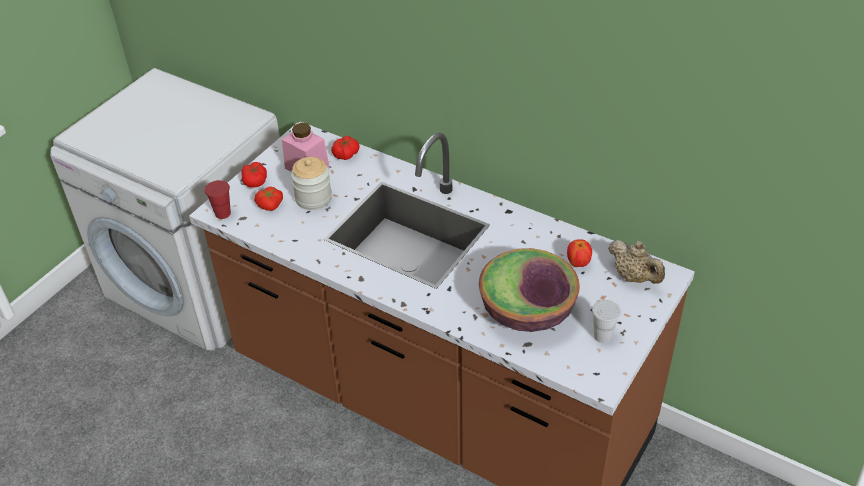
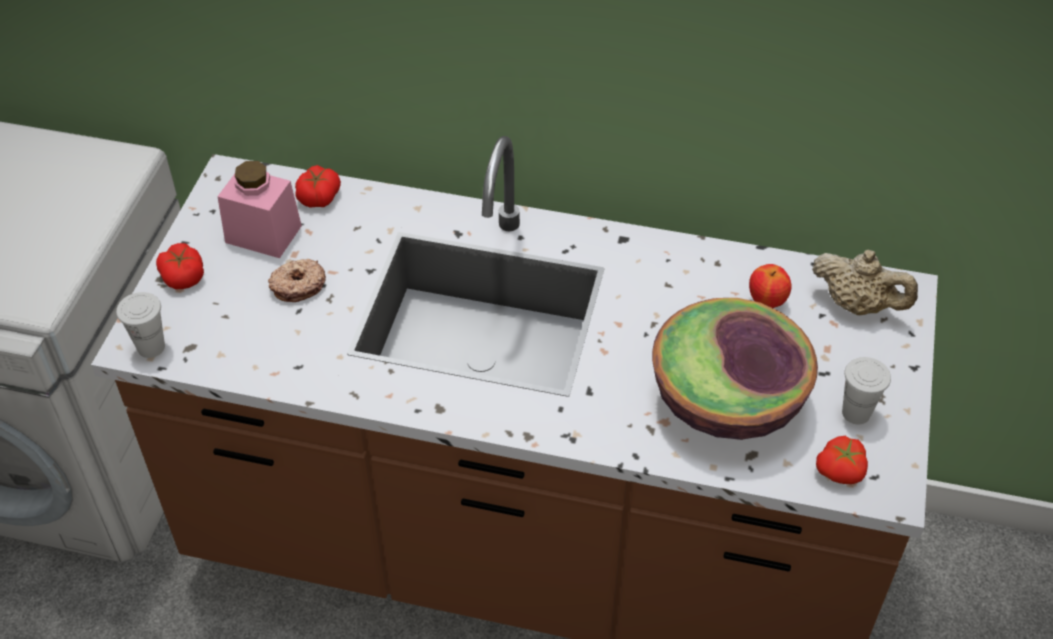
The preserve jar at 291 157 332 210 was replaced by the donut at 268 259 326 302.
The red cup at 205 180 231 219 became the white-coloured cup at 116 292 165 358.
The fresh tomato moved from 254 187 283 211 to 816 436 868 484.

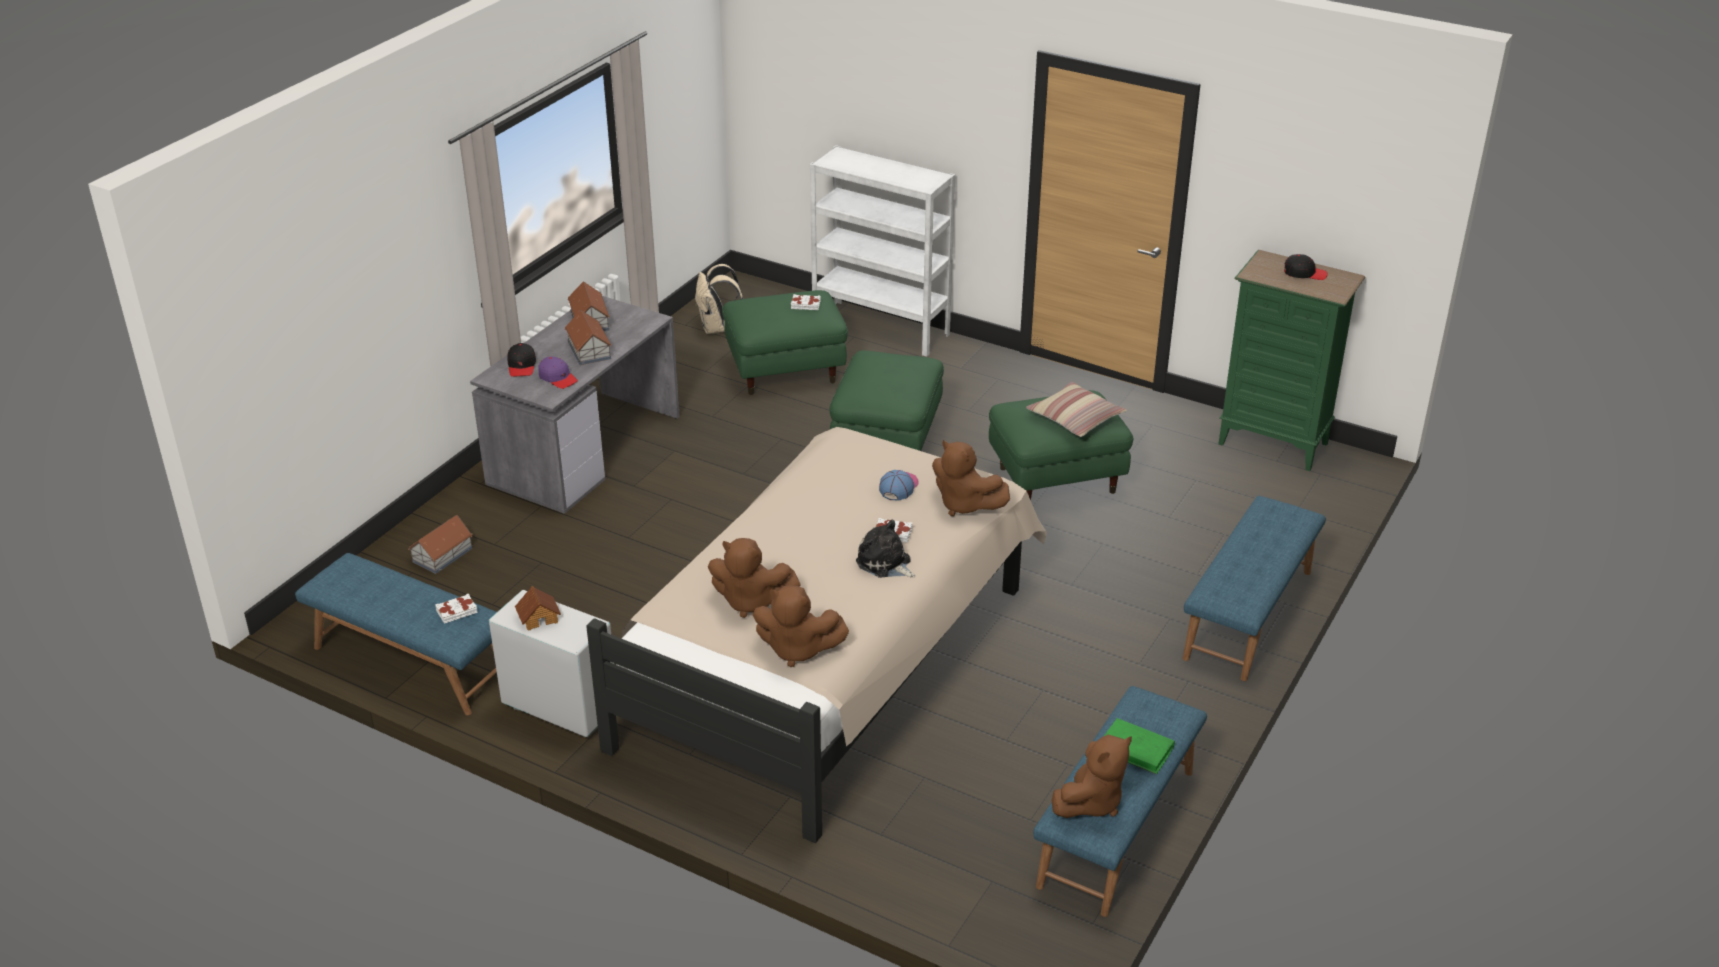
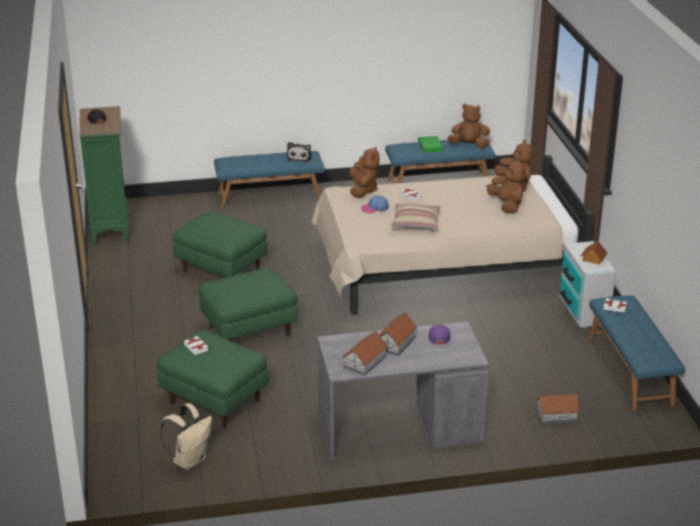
The white-coloured bookcase at 810 145 955 357 disappeared.
The blackish peaked cap at 507 343 536 377 disappeared.
The pillow moved from 1026 382 1127 437 to 391 204 440 229.
The cuddly toy moved from 856 520 916 578 to 287 142 311 162.

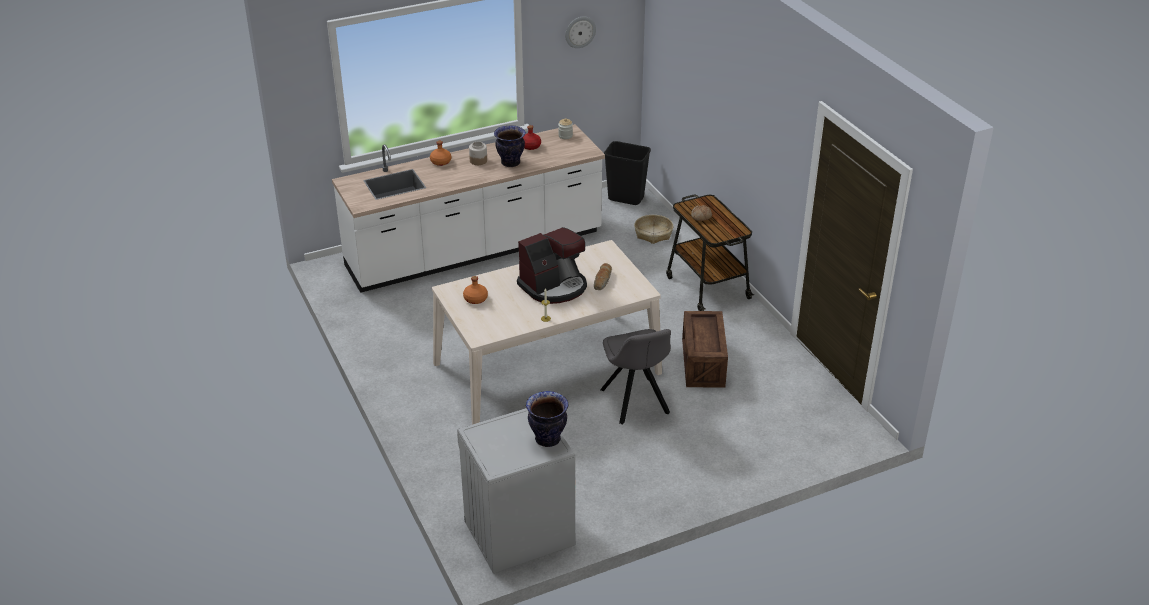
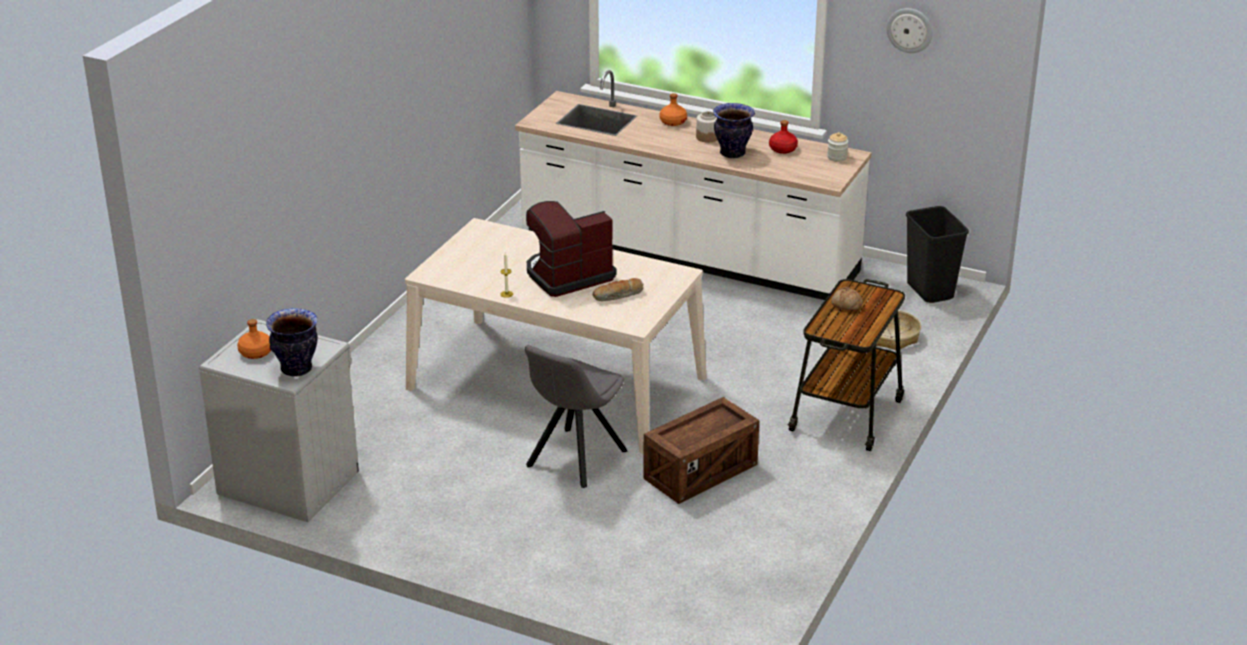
The coffee machine at 517 227 587 304 turned 135 degrees clockwise.
The orange-coloured bottle moved from 463 276 488 304 to 237 319 271 359.

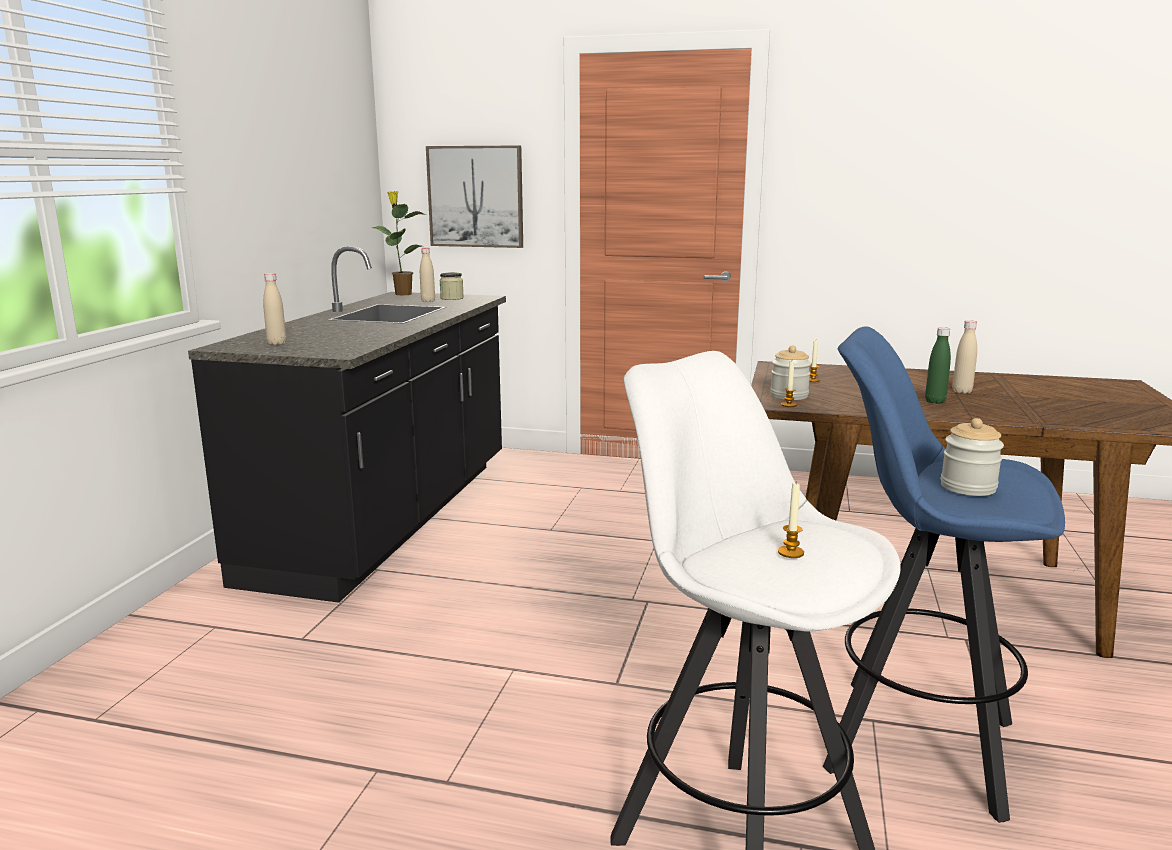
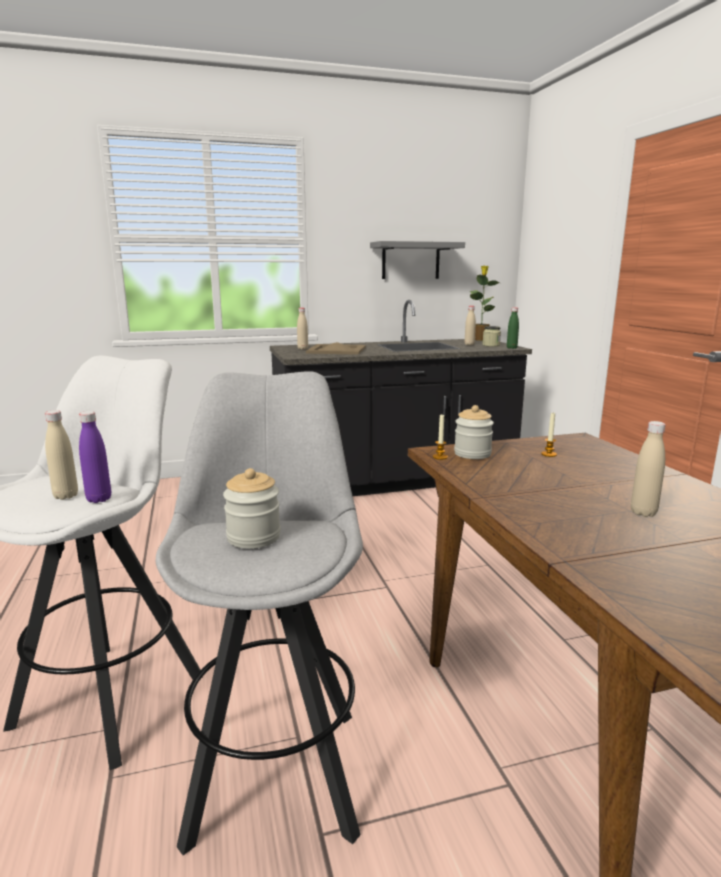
The wall art at 426 145 523 248 disappeared.
The blue-coloured stool at 823 326 1065 823 became the gray stool at 156 371 363 855.
The green-coloured bottle moved from 925 327 951 404 to 507 307 519 349.
The candle at 778 483 804 558 was replaced by the beige bottle at 45 410 78 500.
The gray bracket shelf at 370 241 465 279 appeared.
The beige tray at 306 342 366 355 appeared.
The purple bottle at 79 411 111 503 appeared.

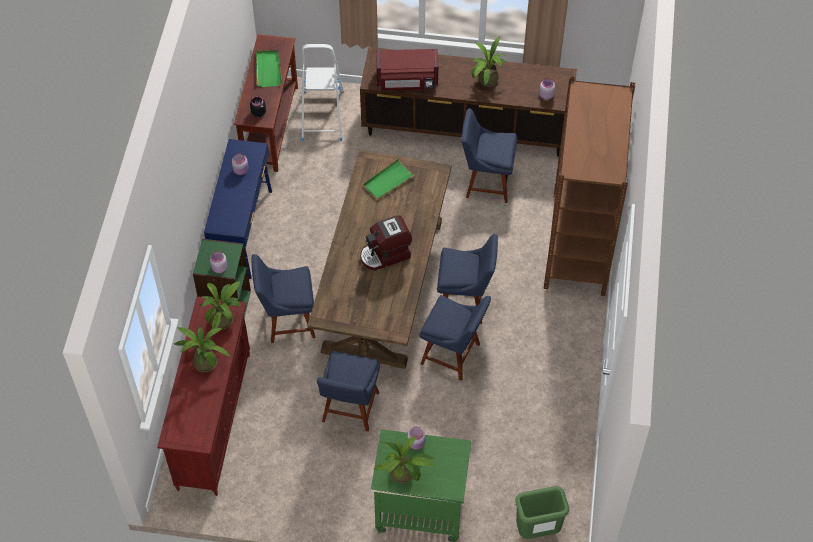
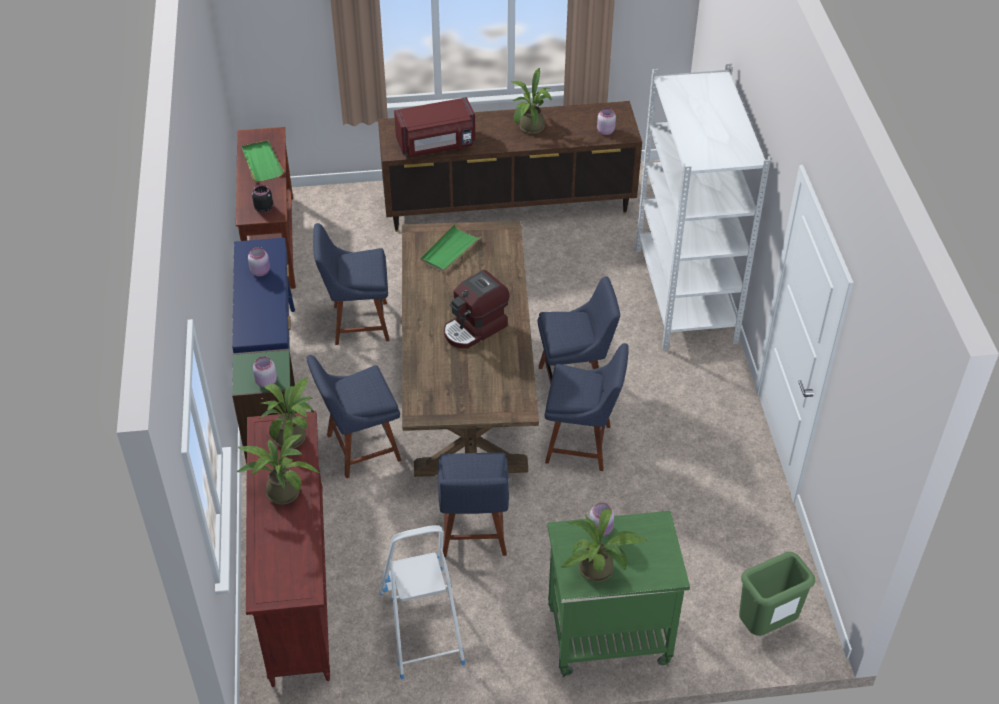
The white-coloured step ladder moved from 301 44 344 141 to 379 525 465 679.
The brown bookcase at 544 76 635 296 became the white-coloured bookcase at 635 64 771 350.
The blue-coloured chair moved from 462 108 517 203 to 313 223 389 345.

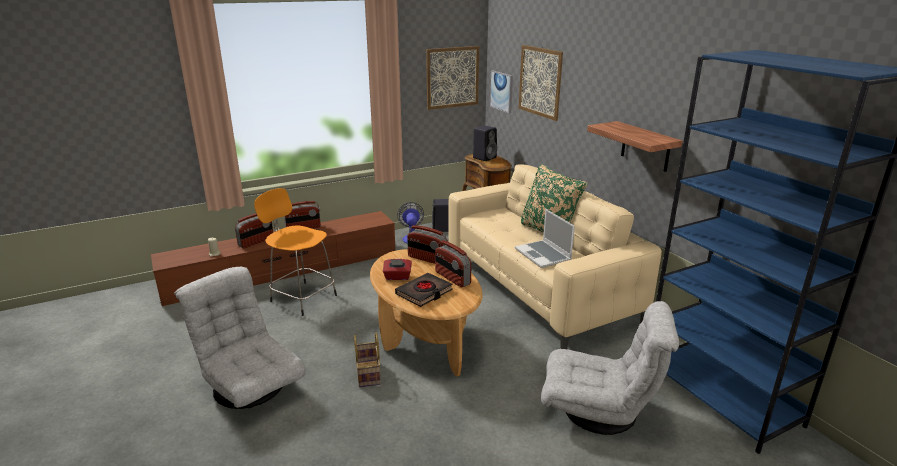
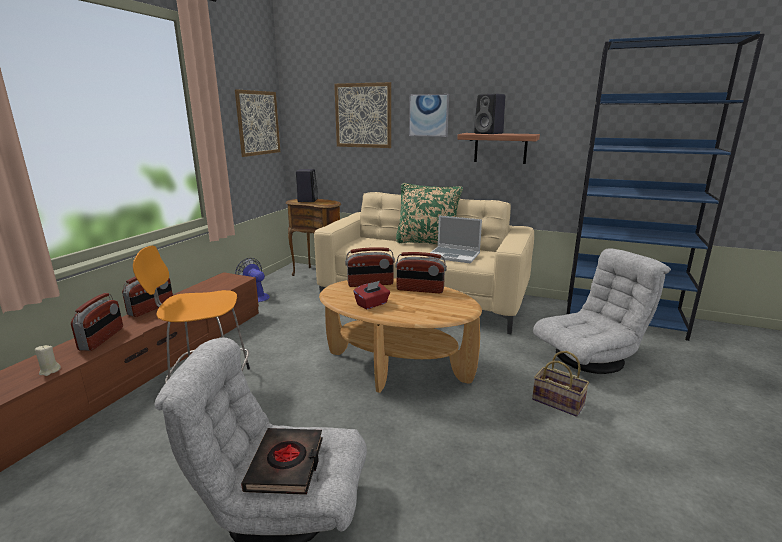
The wall art moved from 490 70 513 114 to 409 94 449 137.
The blackish loudspeaker moved from 432 199 449 232 to 474 94 505 134.
The blackish volume moved from 395 273 453 307 to 241 428 323 495.
The basket moved from 354 332 381 387 to 532 351 589 417.

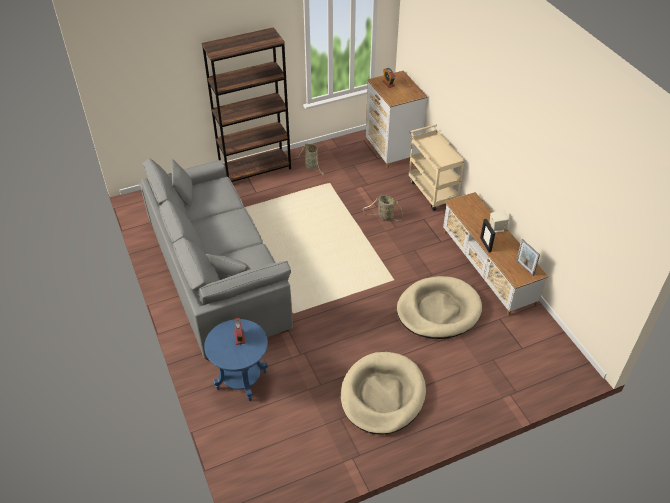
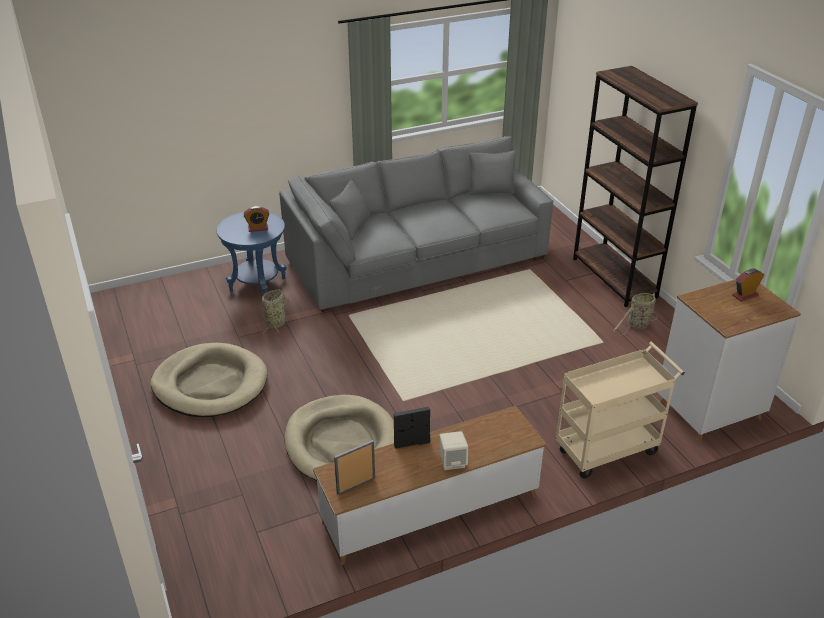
The basket moved from 363 195 403 221 to 262 289 290 335.

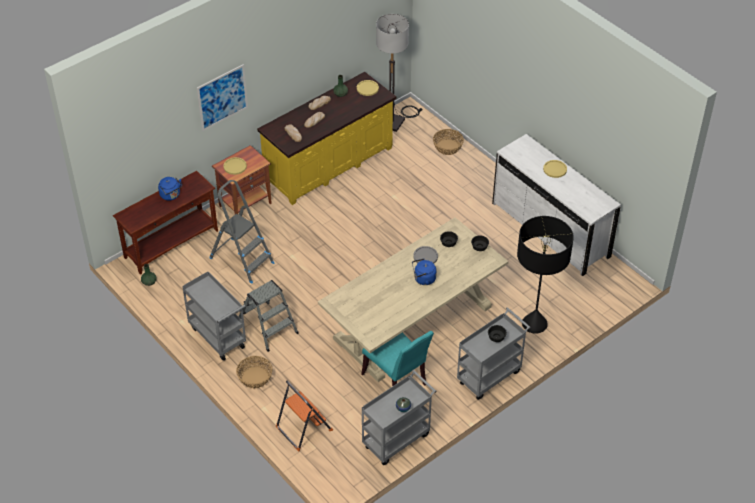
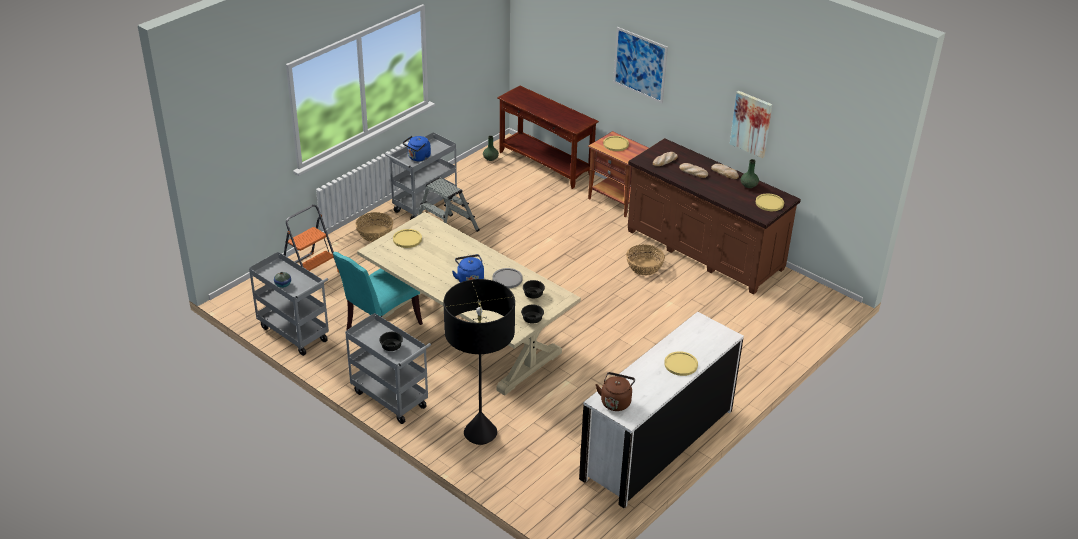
The standard lamp at 376 14 423 132 disappeared.
The yellow cabinet at 257 72 396 205 became the brown cabinet at 628 138 801 294.
The basket moved from 433 129 464 155 to 626 244 665 275.
The blue-coloured tea kettle moved from 158 177 182 201 to 403 136 431 161.
The gray step ladder at 209 180 274 283 disappeared.
The wall art at 730 91 772 158 appeared.
The yellow plate at 393 229 422 248 appeared.
The brown tea kettle at 596 372 635 411 appeared.

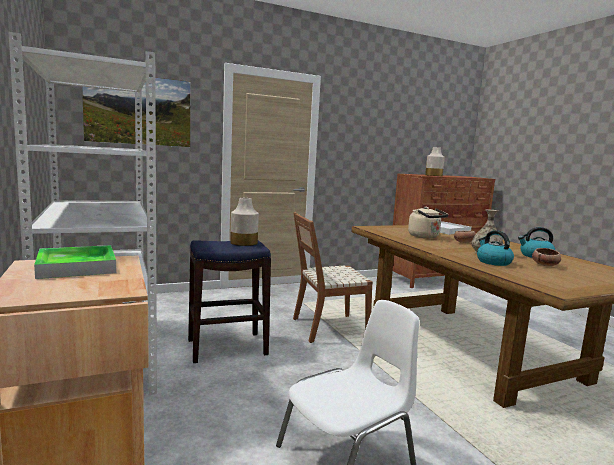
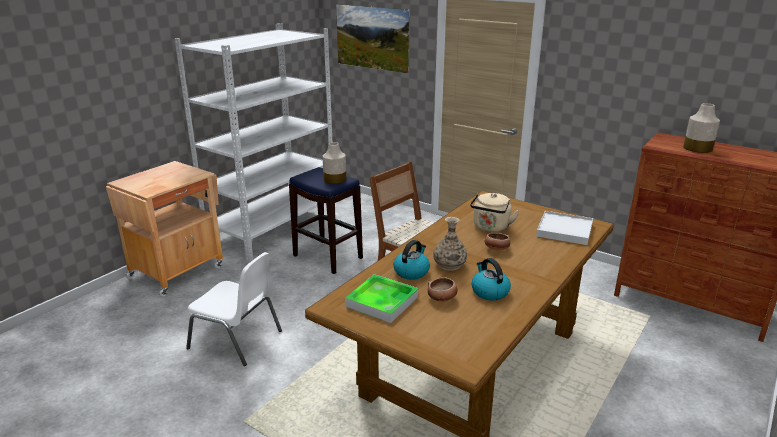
The tray moved from 34 245 116 279 to 345 274 418 323.

